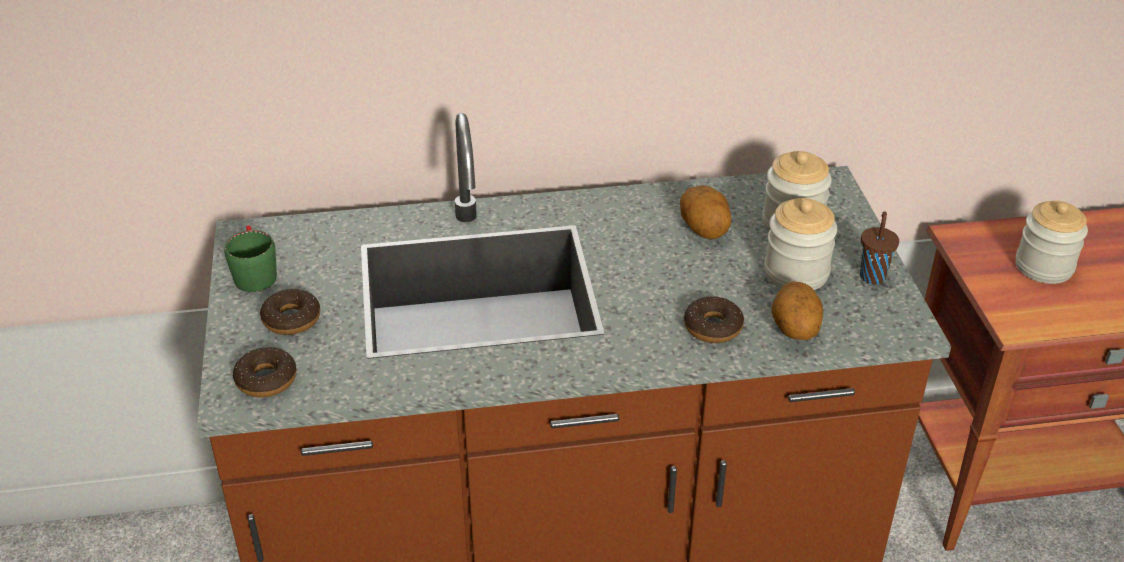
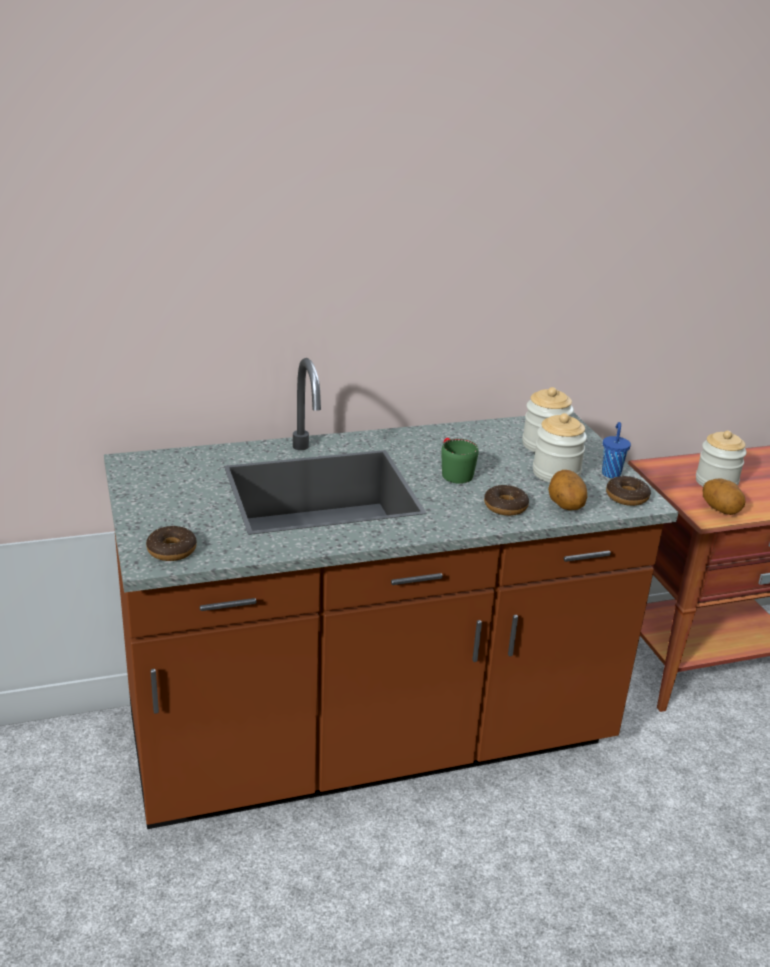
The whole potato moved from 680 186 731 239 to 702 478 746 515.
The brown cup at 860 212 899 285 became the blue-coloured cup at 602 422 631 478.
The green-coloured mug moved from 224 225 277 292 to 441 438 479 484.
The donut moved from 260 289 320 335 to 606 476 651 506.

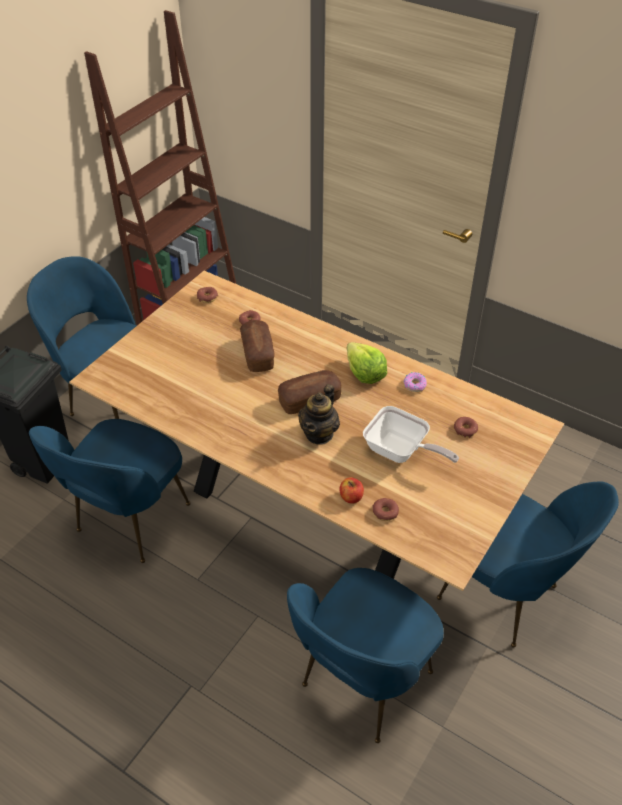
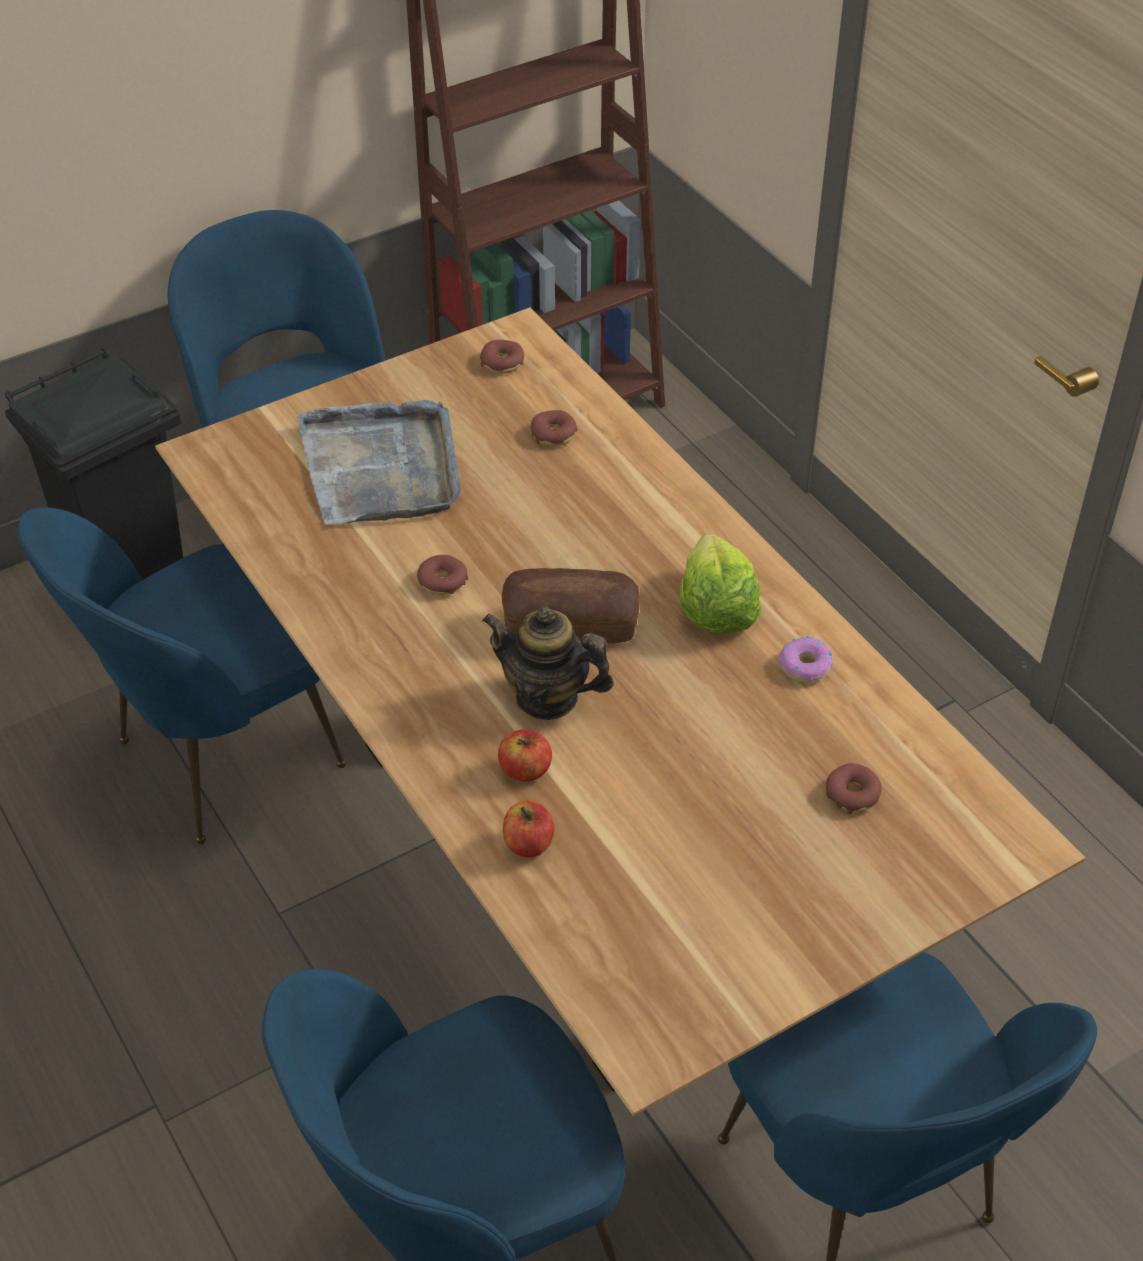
The bakery bread at 240 320 275 372 disappeared.
The pot for tea at 298 384 340 445 turned 60 degrees clockwise.
The skillet at 363 406 459 463 disappeared.
The donut moved from 372 498 399 521 to 417 555 468 595.
The gray tray at 297 400 461 525 appeared.
The apple at 498 729 552 782 appeared.

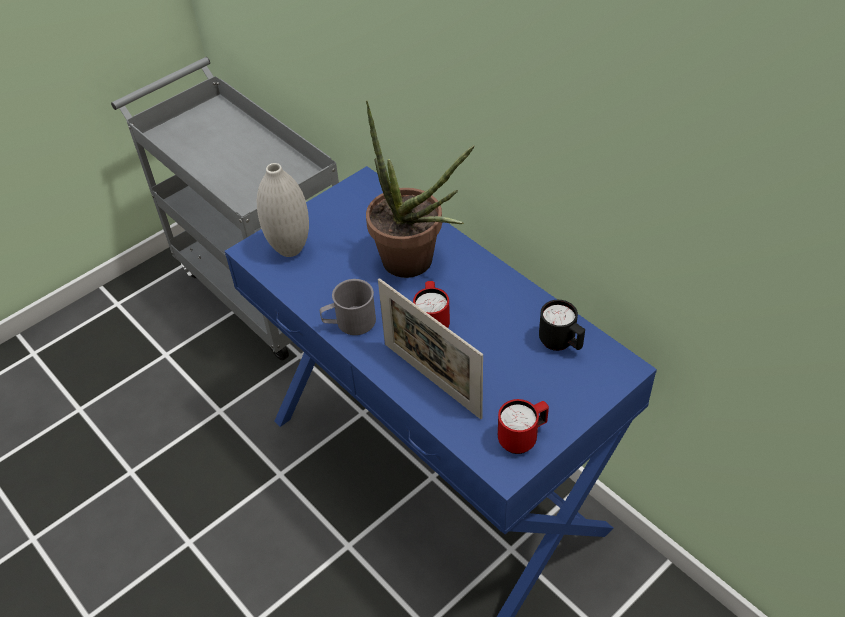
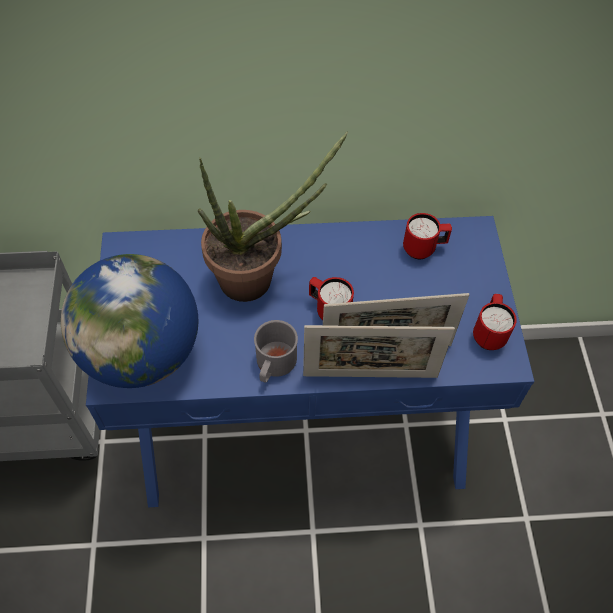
The white-coloured decorative vase at 257 163 309 257 was replaced by the desk globe at 61 254 198 388.
The blackish mug at 539 300 585 351 became the red mug at 403 213 452 259.
The picture frame at 303 325 455 378 appeared.

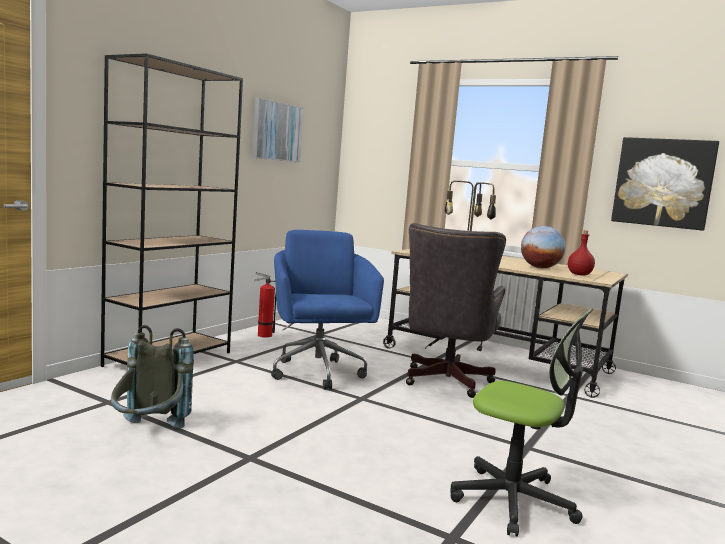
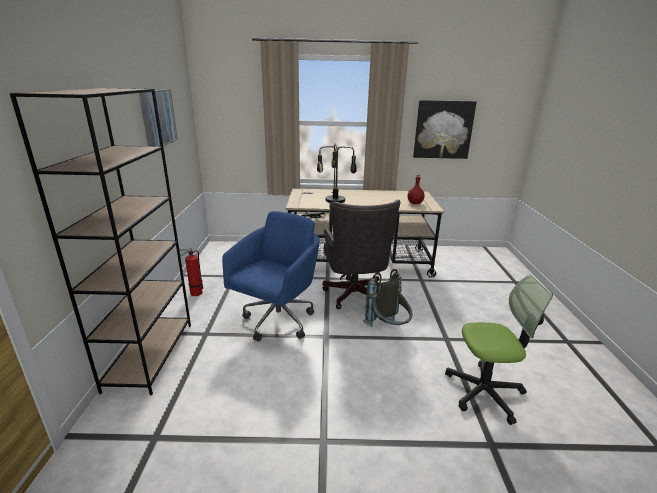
The desk globe at 521 226 566 268 disappeared.
The blue-coloured office chair at 271 230 384 390 turned 75 degrees clockwise.
The gray backpack moved from 111 325 194 428 to 363 269 413 327.

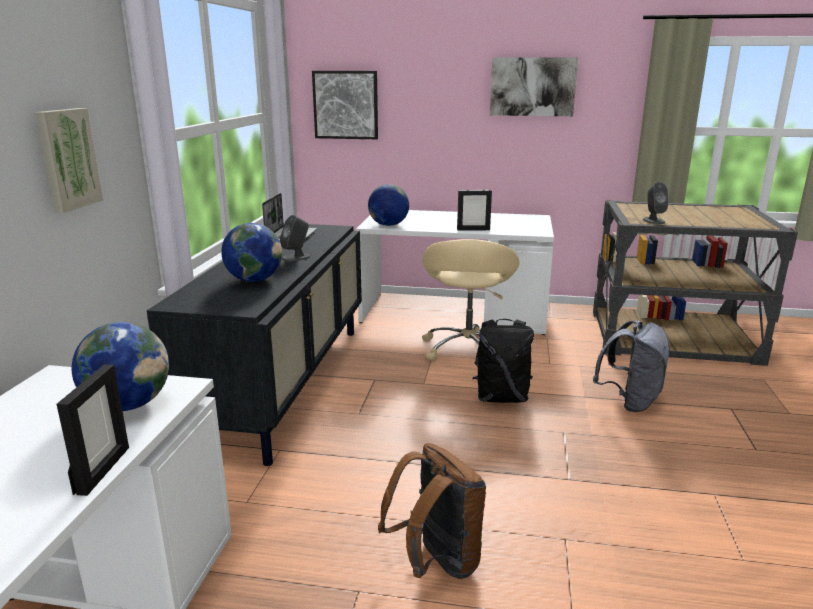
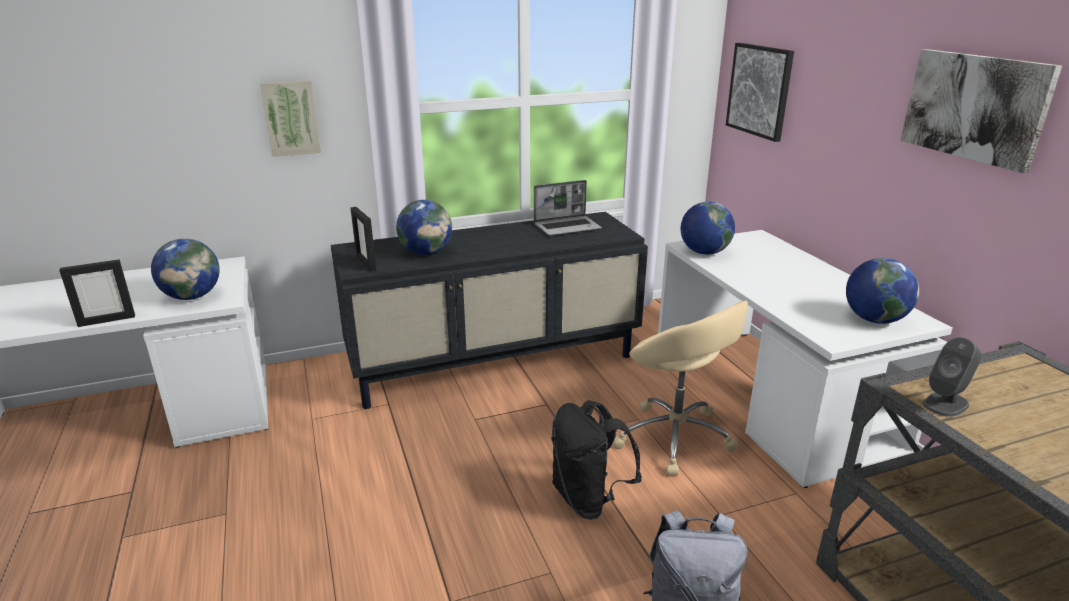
The picture frame moved from 457 190 492 231 to 351 207 376 272.
The gray loudspeaker at 280 215 310 262 disappeared.
The beige office chair at 422 239 520 361 turned 105 degrees counterclockwise.
The brown backpack at 378 443 486 579 disappeared.
The desk globe at 846 258 919 324 appeared.

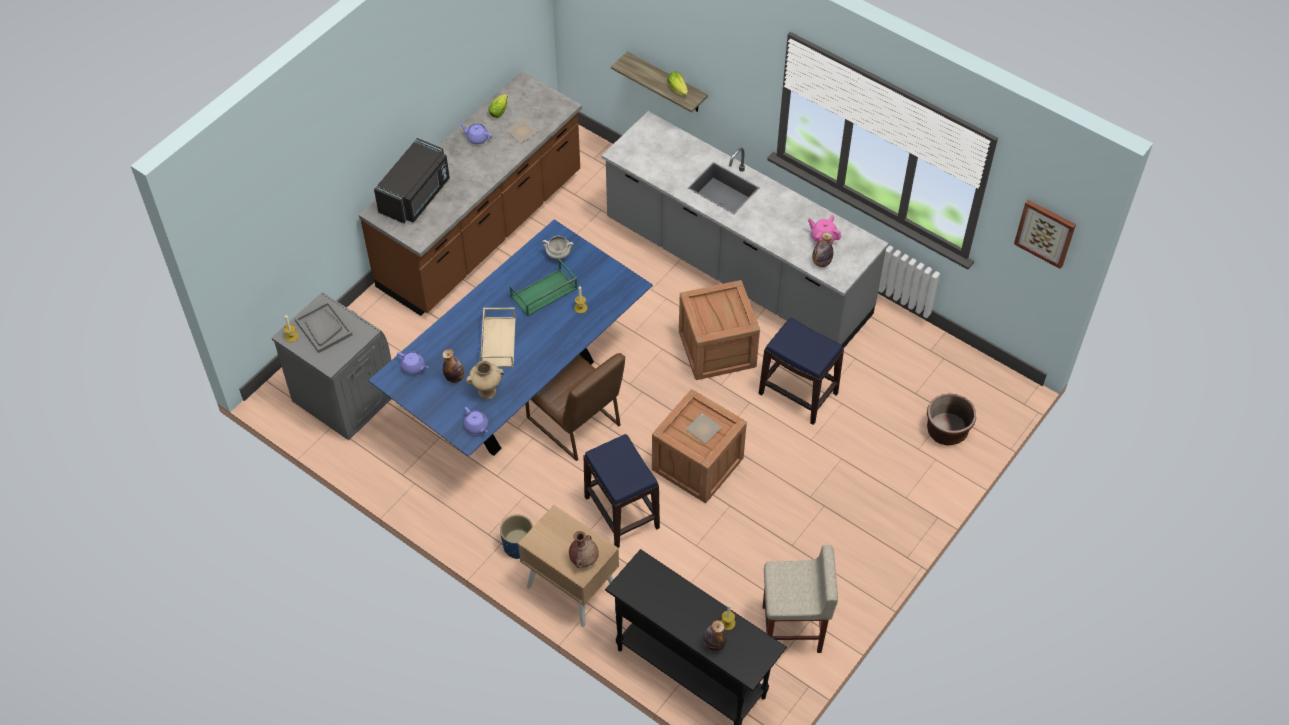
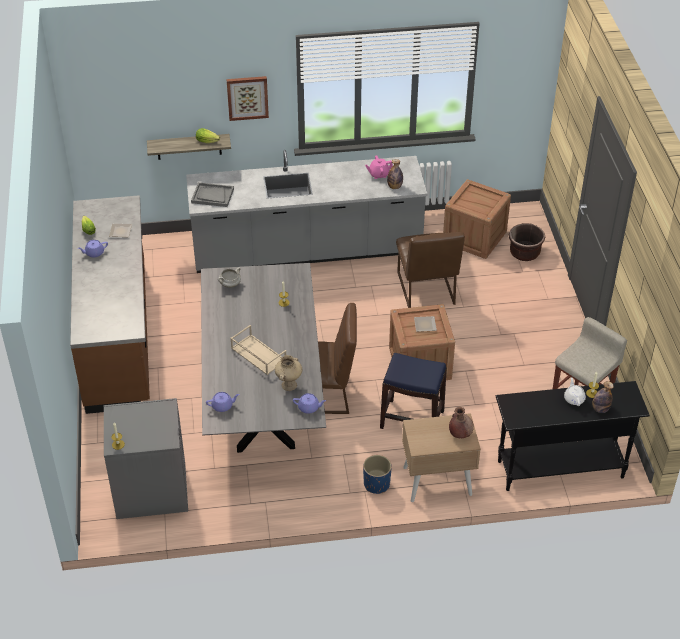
The blackish kitchen microwave at 374 138 450 224 disappeared.
The wall art moved from 1014 200 1076 269 to 227 76 269 121.
The blue-coloured kitchen table at 368 219 653 457 became the gray kitchen table at 201 263 326 453.
The green-coloured tray at 510 259 578 316 disappeared.
The packing crate moved from 679 280 760 380 to 443 179 511 259.
The gray tray moved from 295 301 353 353 to 191 182 234 207.
The stool at 759 317 844 425 was replaced by the brown chair at 396 232 465 308.
The bottle at 442 349 465 383 disappeared.
The white-coloured pot for tea at 564 377 586 406 appeared.

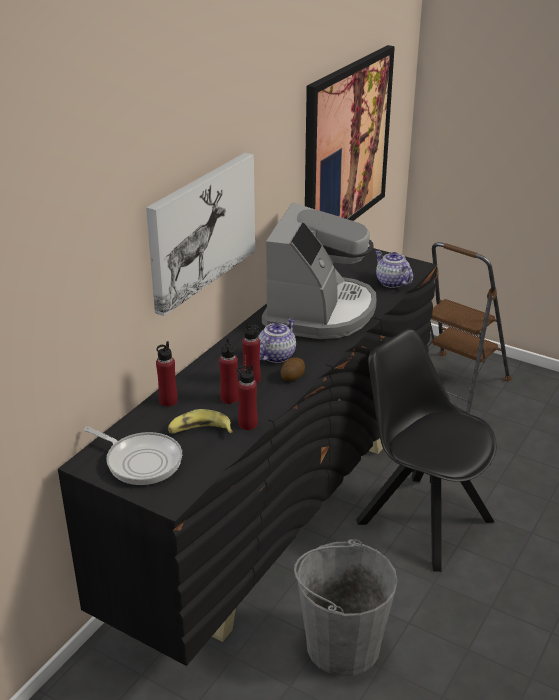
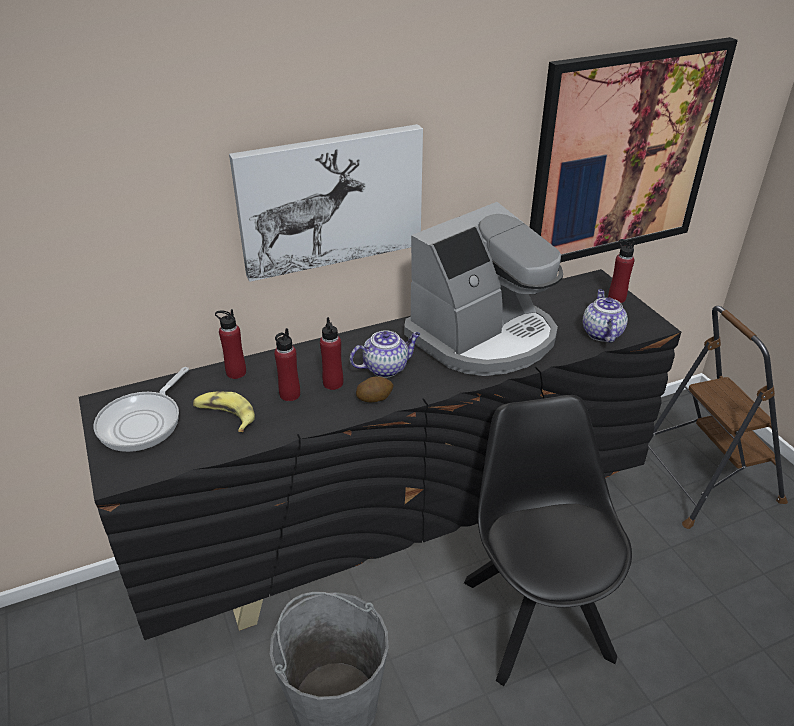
The red bottle moved from 237 364 258 430 to 608 239 635 303.
The skillet at 84 427 182 485 turned 45 degrees clockwise.

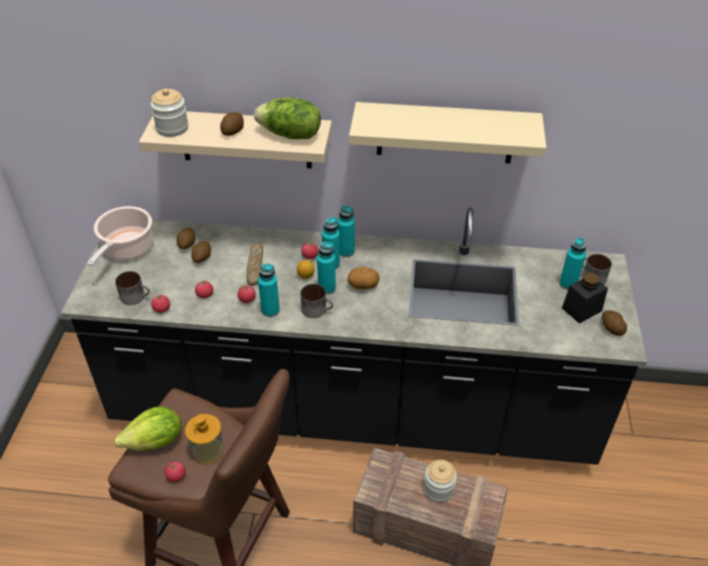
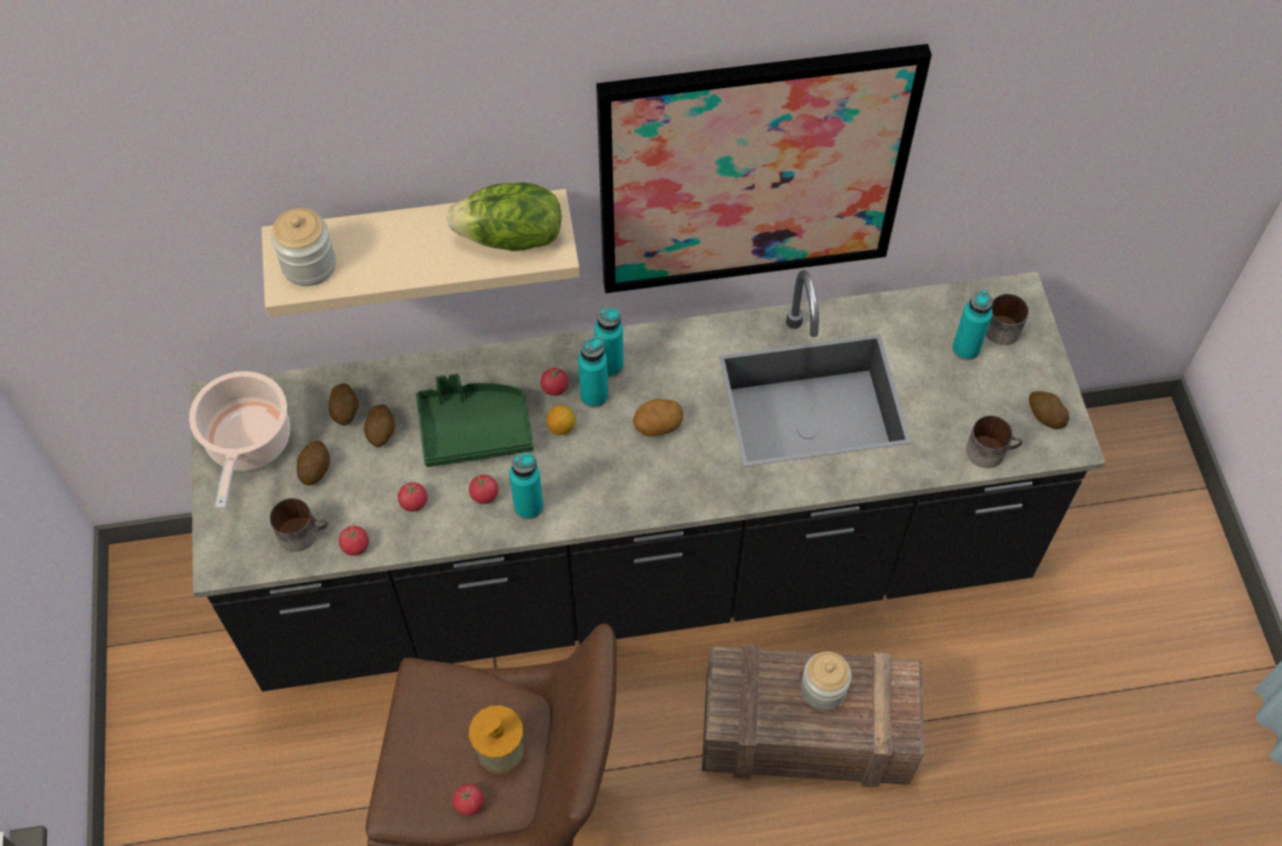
The beige bracket shelf at 349 102 546 163 was replaced by the wall art at 596 44 932 294.
The whole potato moved from 220 112 244 136 to 297 441 330 486.
The turquoise bottle at 317 242 336 295 disappeared.
The bakery bread at 246 243 263 286 was replaced by the green-coloured tray at 416 373 533 467.
The blackish preserve jar at 562 273 608 324 disappeared.
The mug moved from 300 284 333 318 to 966 415 1023 468.
The lettuce at 114 406 182 451 disappeared.

